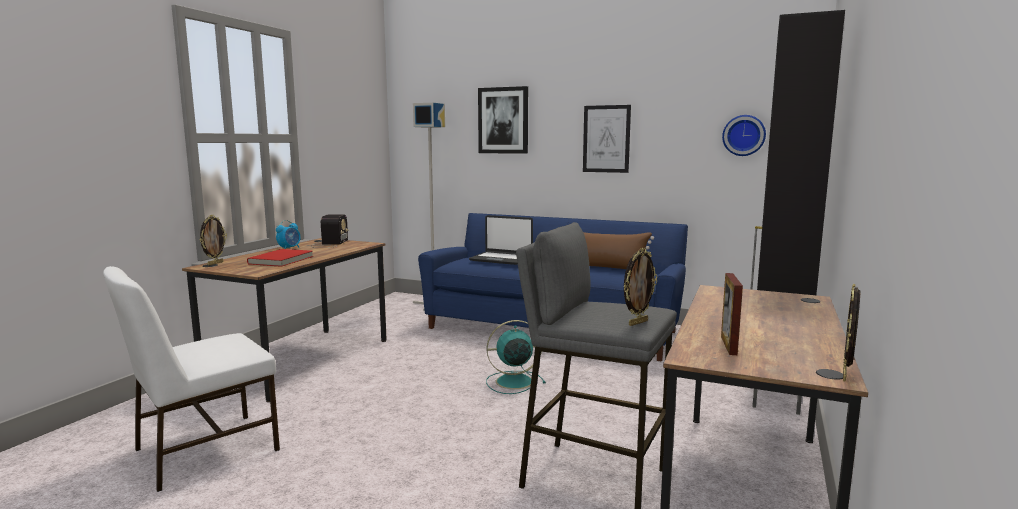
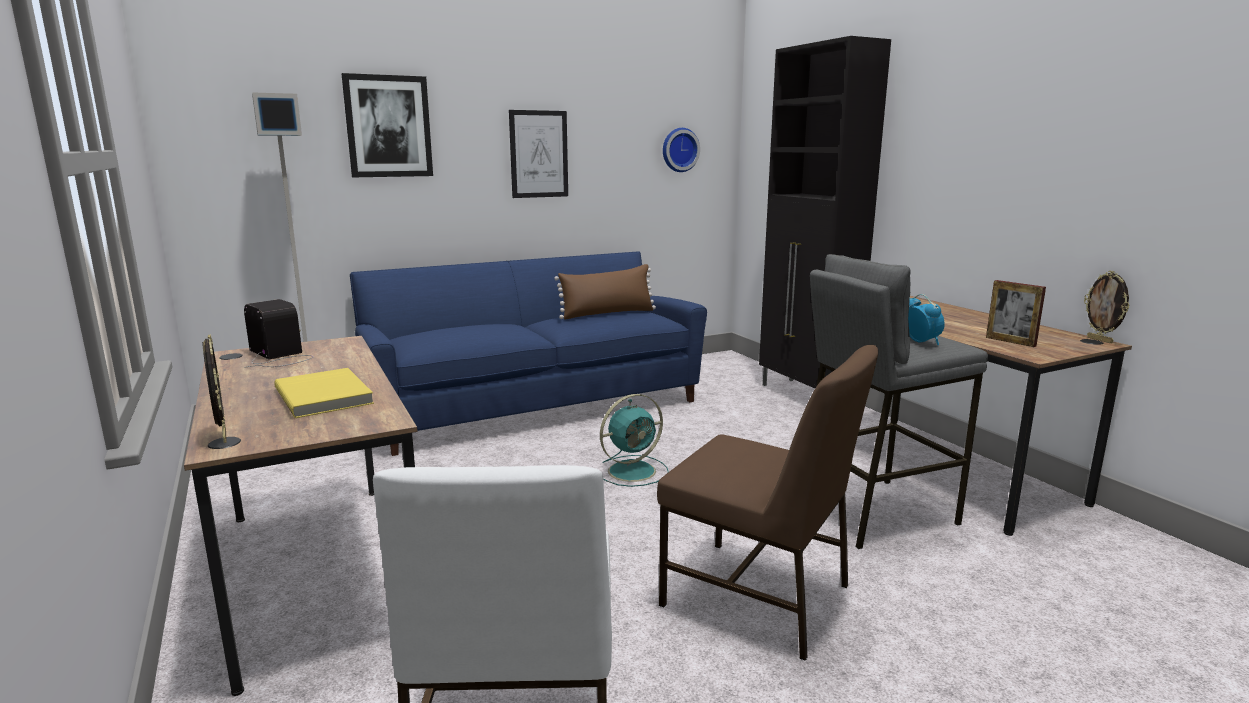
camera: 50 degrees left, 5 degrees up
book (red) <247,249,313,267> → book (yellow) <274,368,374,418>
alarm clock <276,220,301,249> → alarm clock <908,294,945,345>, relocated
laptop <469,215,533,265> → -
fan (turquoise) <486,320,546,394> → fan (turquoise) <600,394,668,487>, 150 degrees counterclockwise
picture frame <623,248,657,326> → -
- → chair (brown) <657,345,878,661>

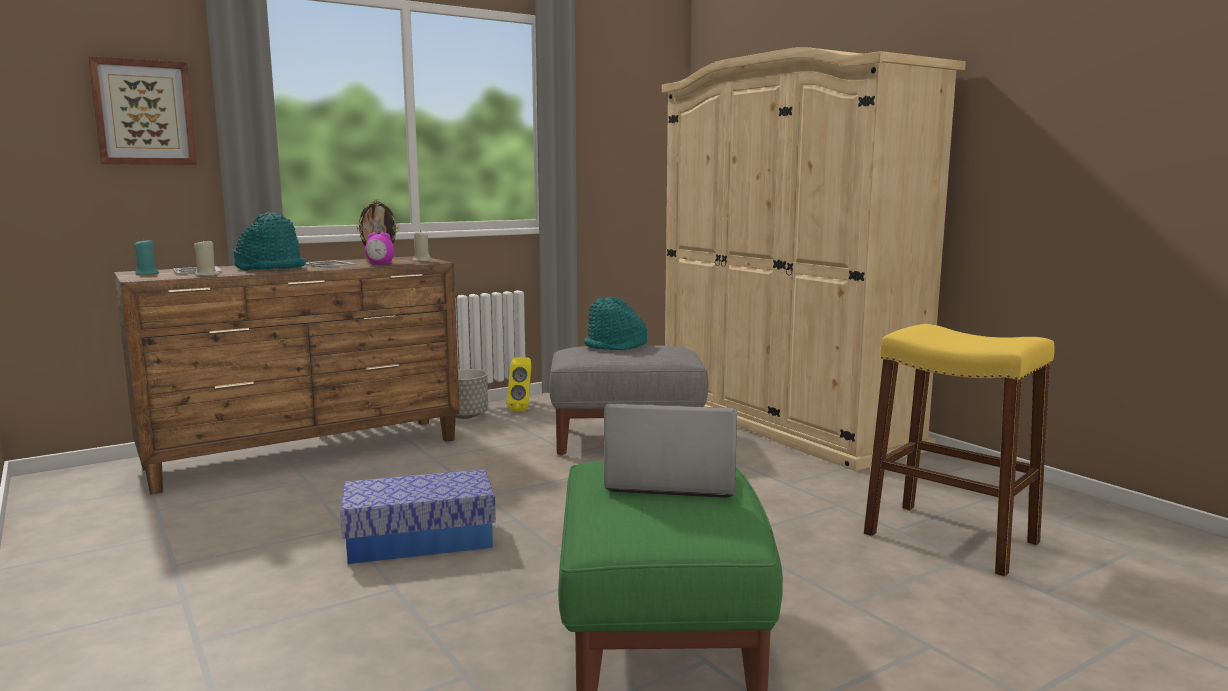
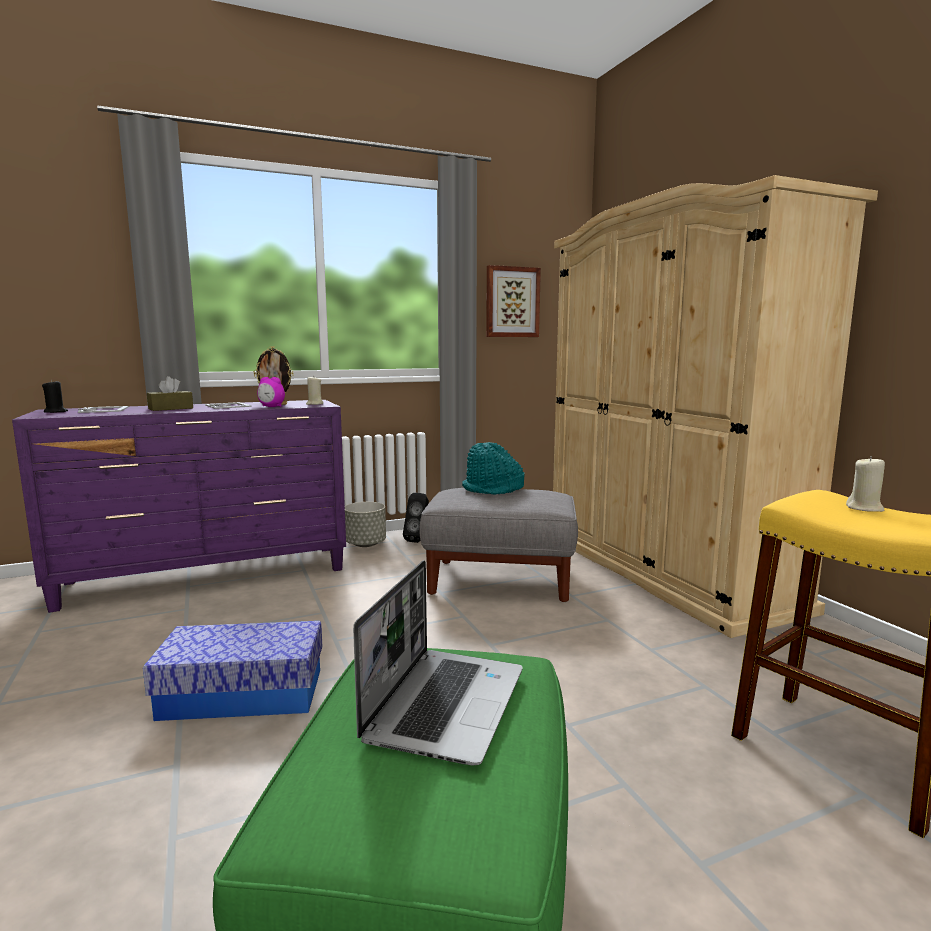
camera: 10 degrees right, 0 degrees up
picture <88,56,197,165> → picture <486,265,541,337>, relocated
dresser (brown) <114,256,460,494> → dresser (purple) <12,400,346,613>
candle (turquoise) <134,238,159,275> → candle (black) <42,380,68,413>
candle (beige) <194,239,220,276> → candle (beige) <846,456,885,512>, relocated
hat (turquoise) <234,212,306,271> → tissue box (brown) <147,376,193,411>
speaker (yellow) <507,357,532,411> → speaker (black) <403,493,429,543>
laptop <604,403,737,498> → laptop <353,560,523,765>, 90 degrees clockwise

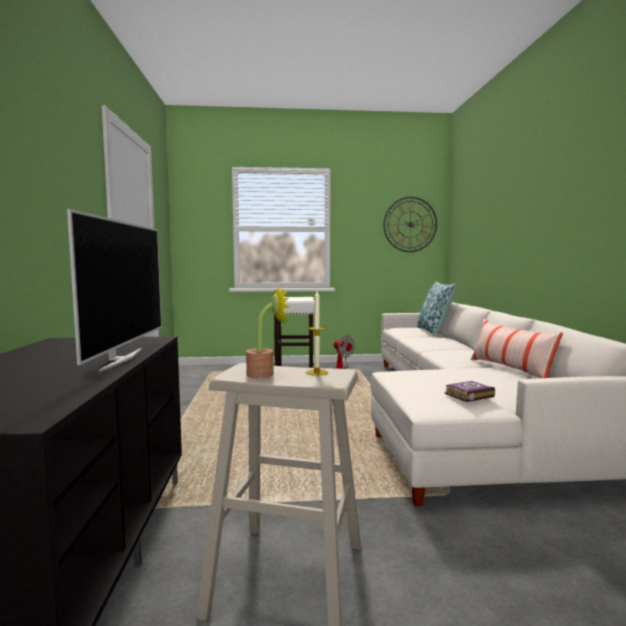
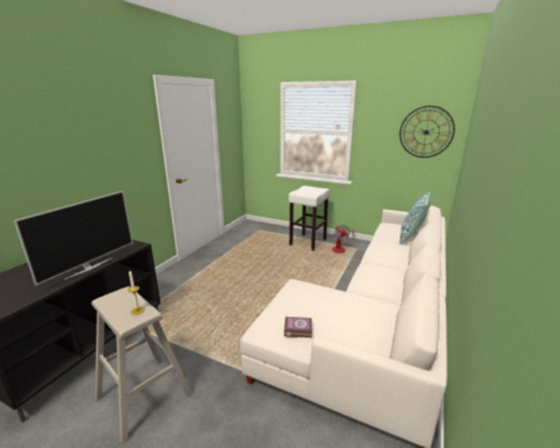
camera: 30 degrees right, 15 degrees up
potted plant <246,286,289,378> → -
pillow <470,319,563,378> → -

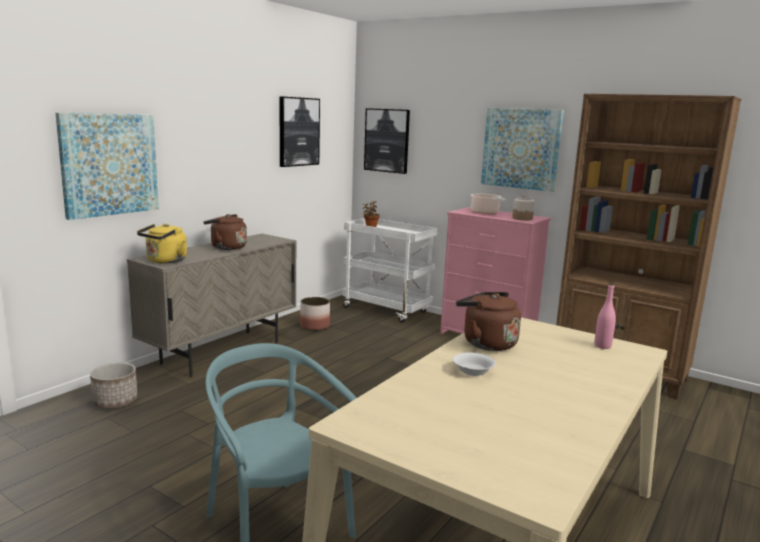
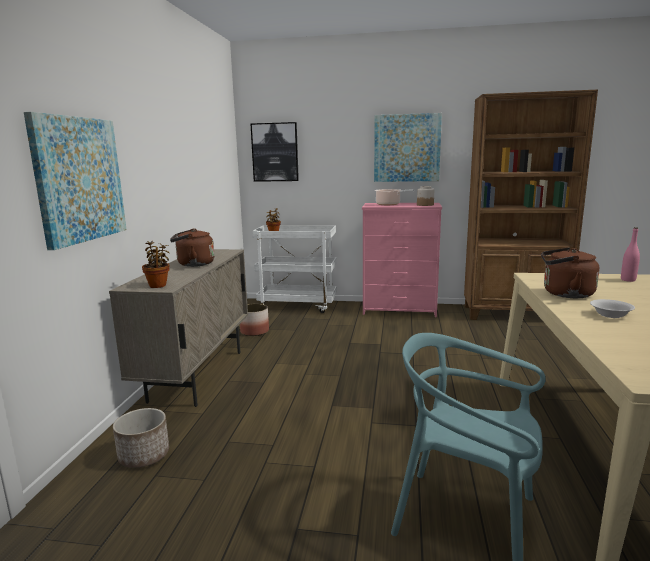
camera: 25 degrees left, 0 degrees up
kettle (yellow) <137,224,187,263> → potted plant <142,241,170,288>
picture <280,96,320,167> → -

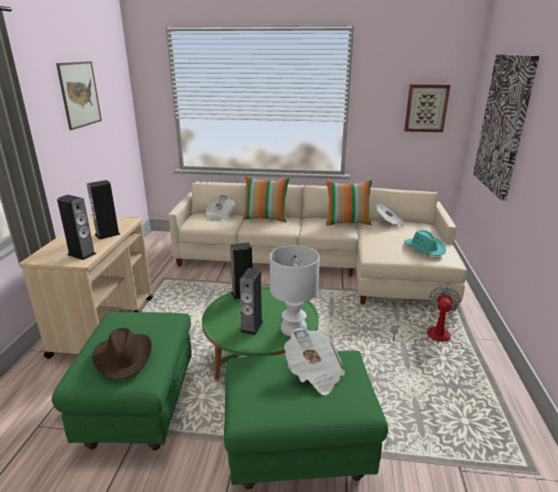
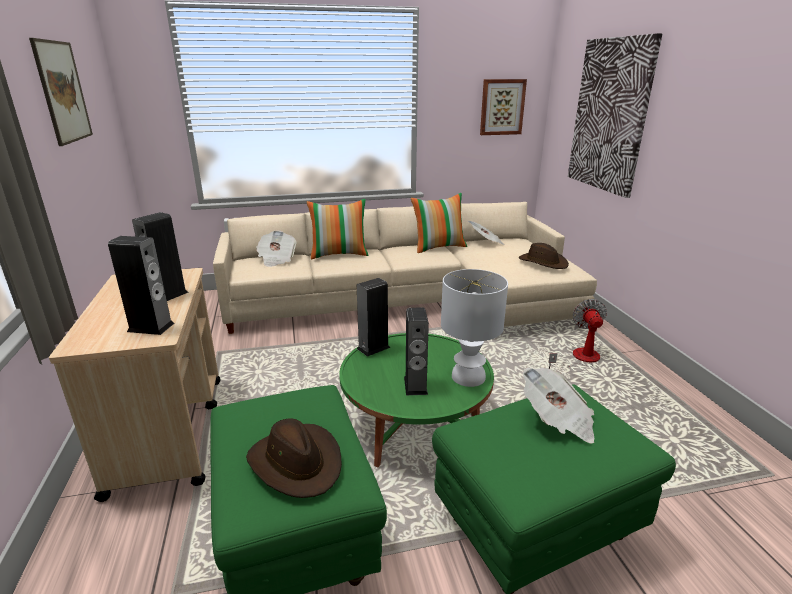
camera: 20 degrees left, 0 degrees up
hat (turquoise) <404,230,446,256> → hat (brown) <519,243,569,269>

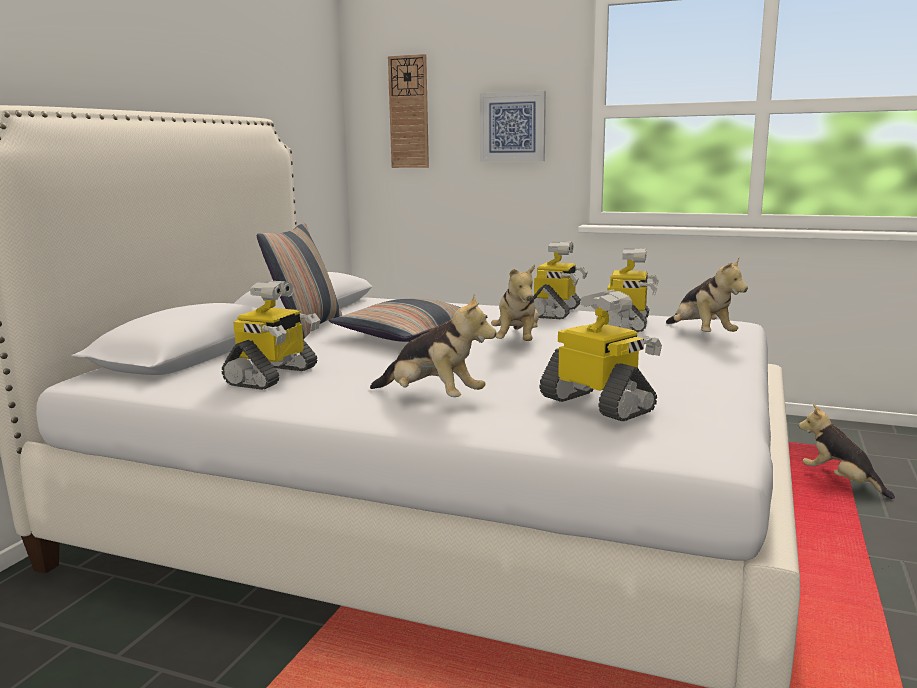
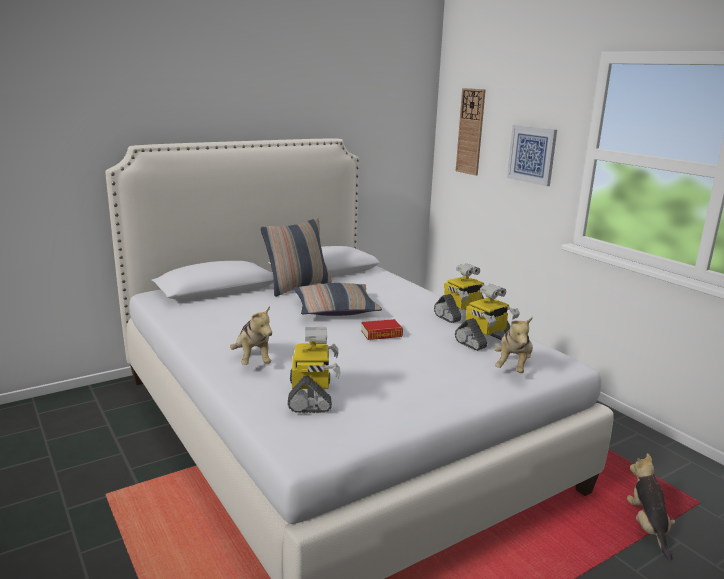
camera: 35 degrees right, 5 degrees up
toy robot <222,281,320,390> → -
plush toy <491,264,539,341> → book <361,319,403,340>

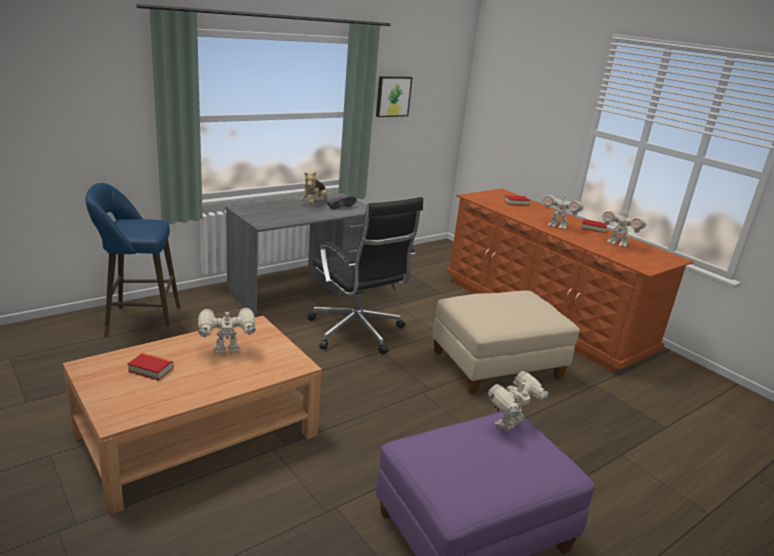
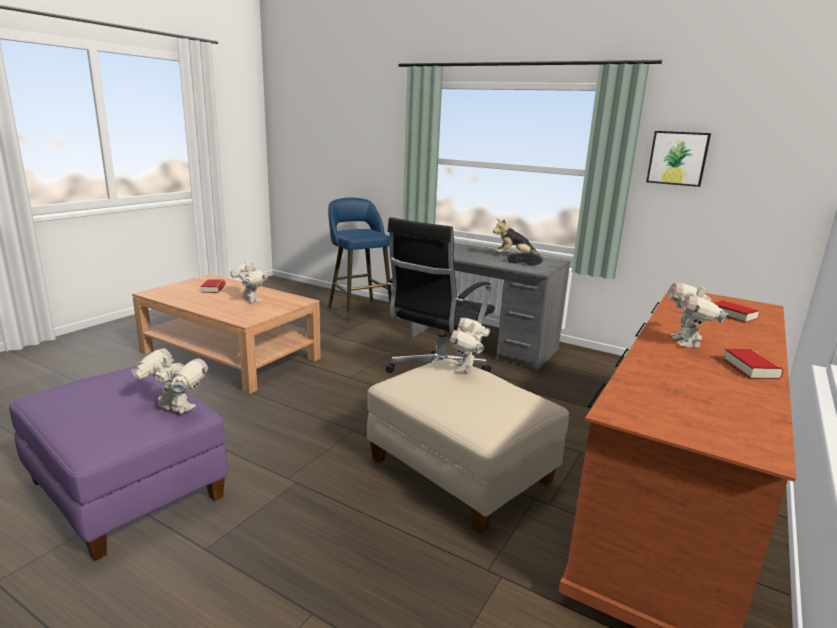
camera: 70 degrees right, 5 degrees down
toy robot <602,208,647,247> → toy robot <449,318,490,373>, relocated

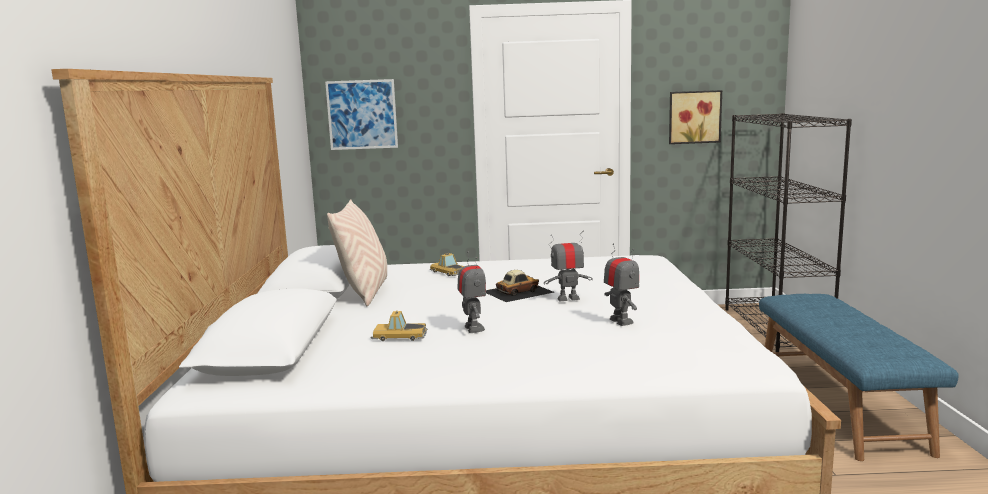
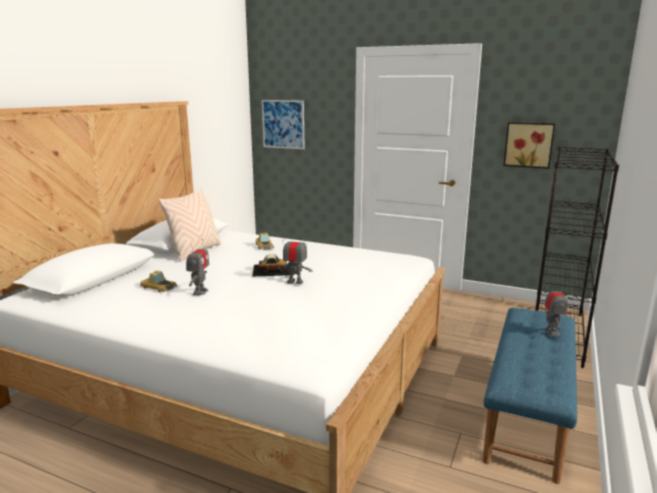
camera: 25 degrees right, 5 degrees up
toy robot <604,243,639,326> → toy robot <544,281,568,336>, relocated

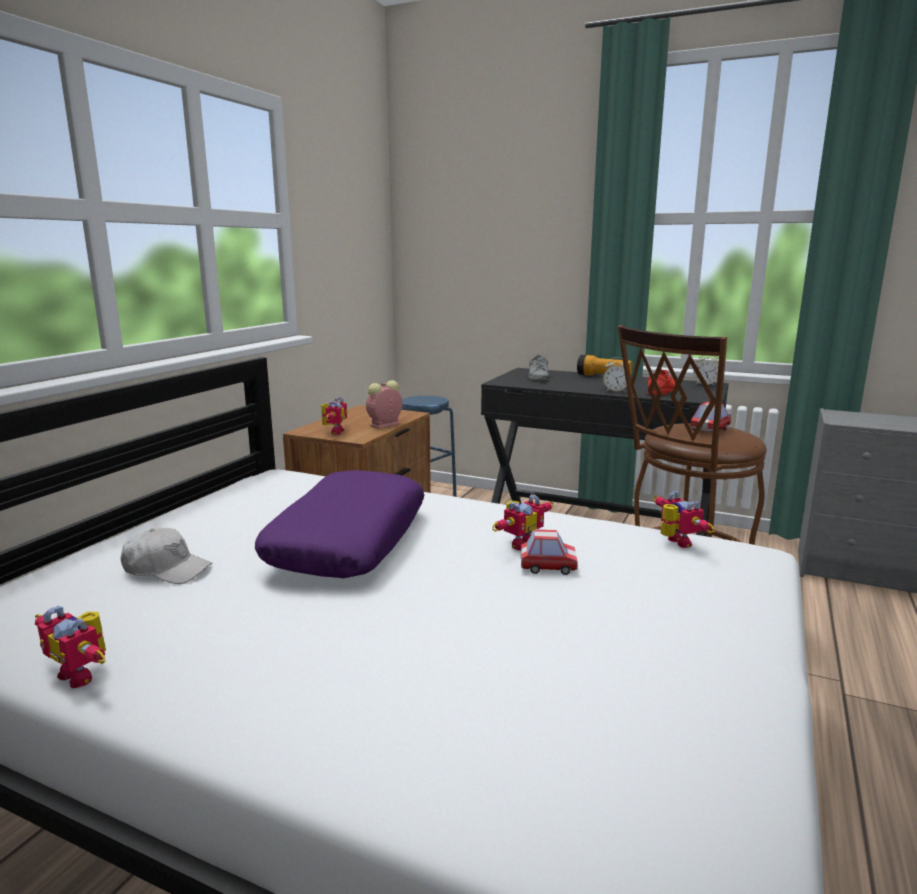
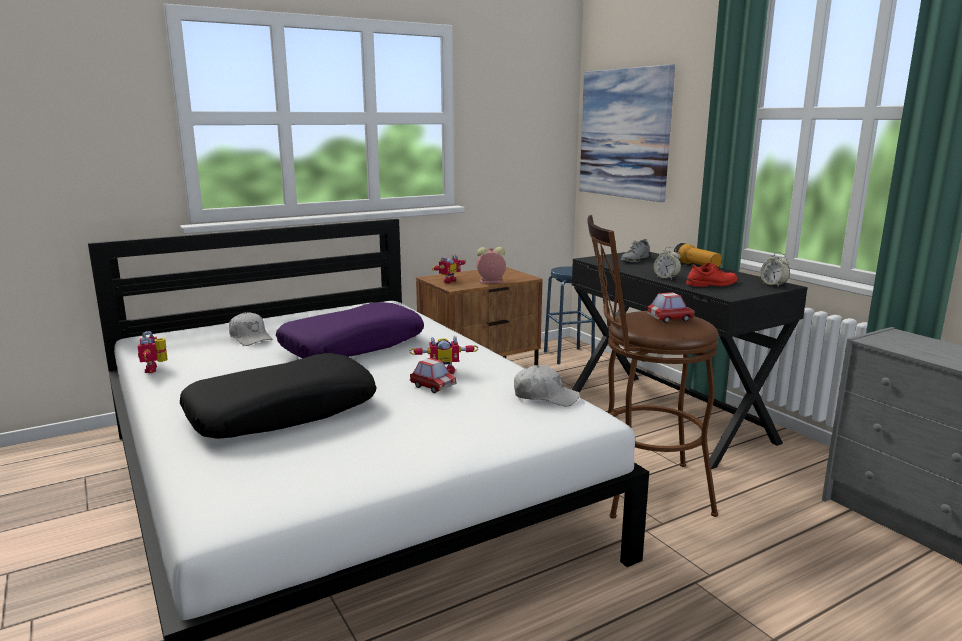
camera: 35 degrees right, 0 degrees up
toy robot <653,491,714,548> → cap (white) <514,365,580,406>
- → pillow (black) <180,353,377,439>
- → picture <579,64,675,202>

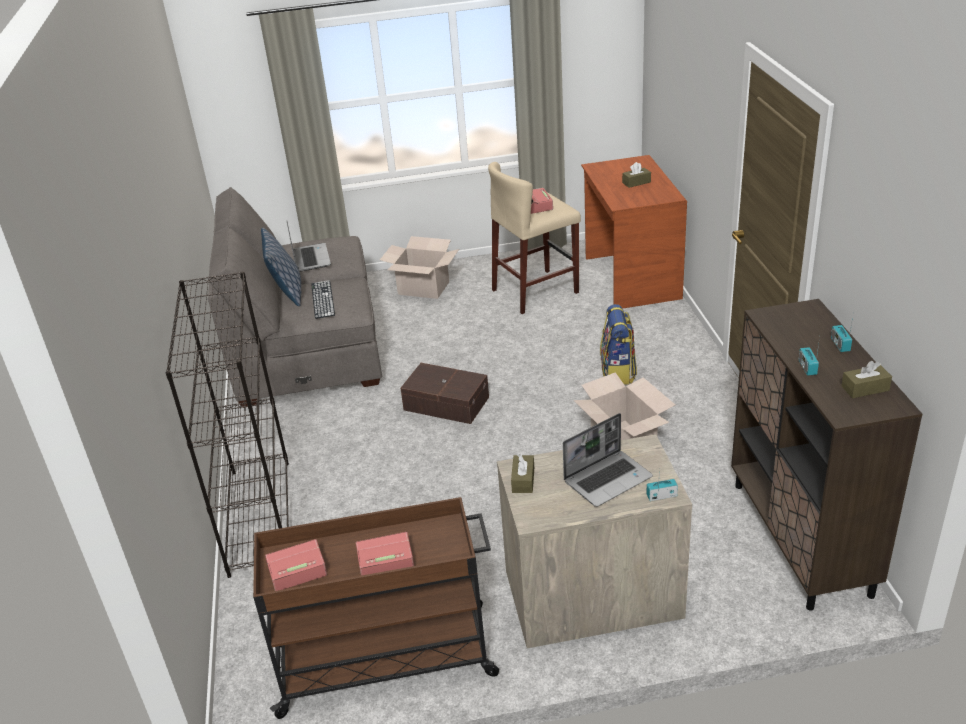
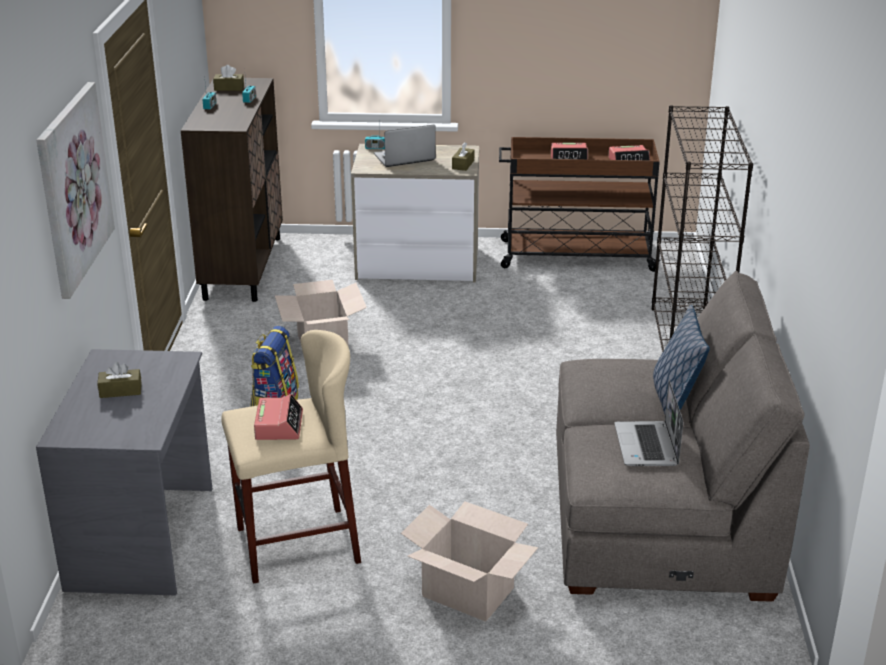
camera: 170 degrees left, 5 degrees down
keyboard <311,280,335,319> → -
storage box (brown) <400,363,489,424> → -
desk (brown) <581,155,687,309> → desk (grey) <36,349,212,596>
- → picture <36,82,115,299>

